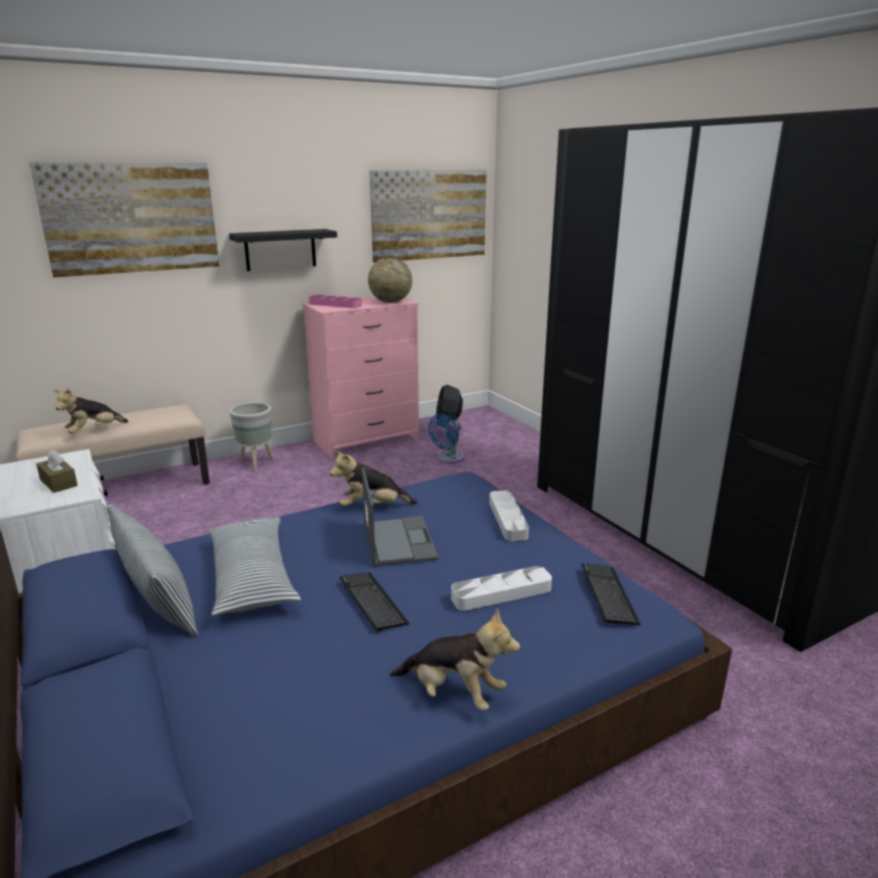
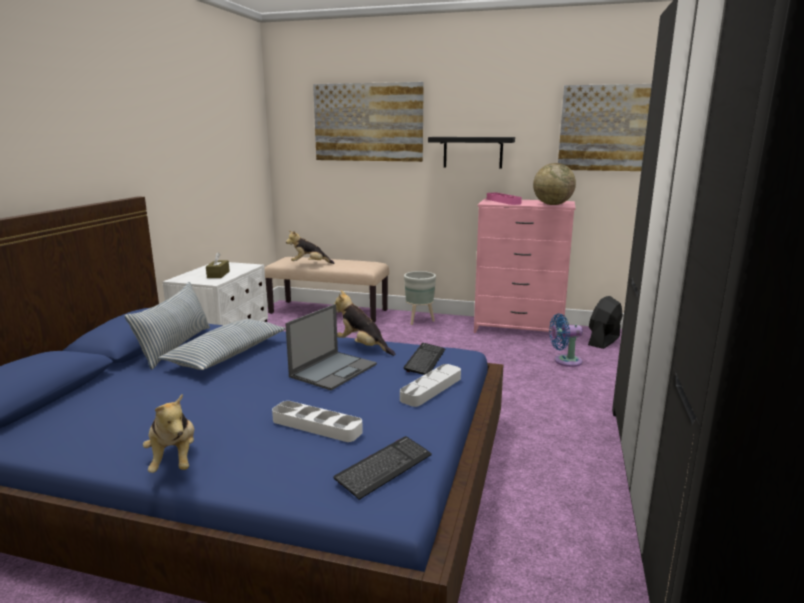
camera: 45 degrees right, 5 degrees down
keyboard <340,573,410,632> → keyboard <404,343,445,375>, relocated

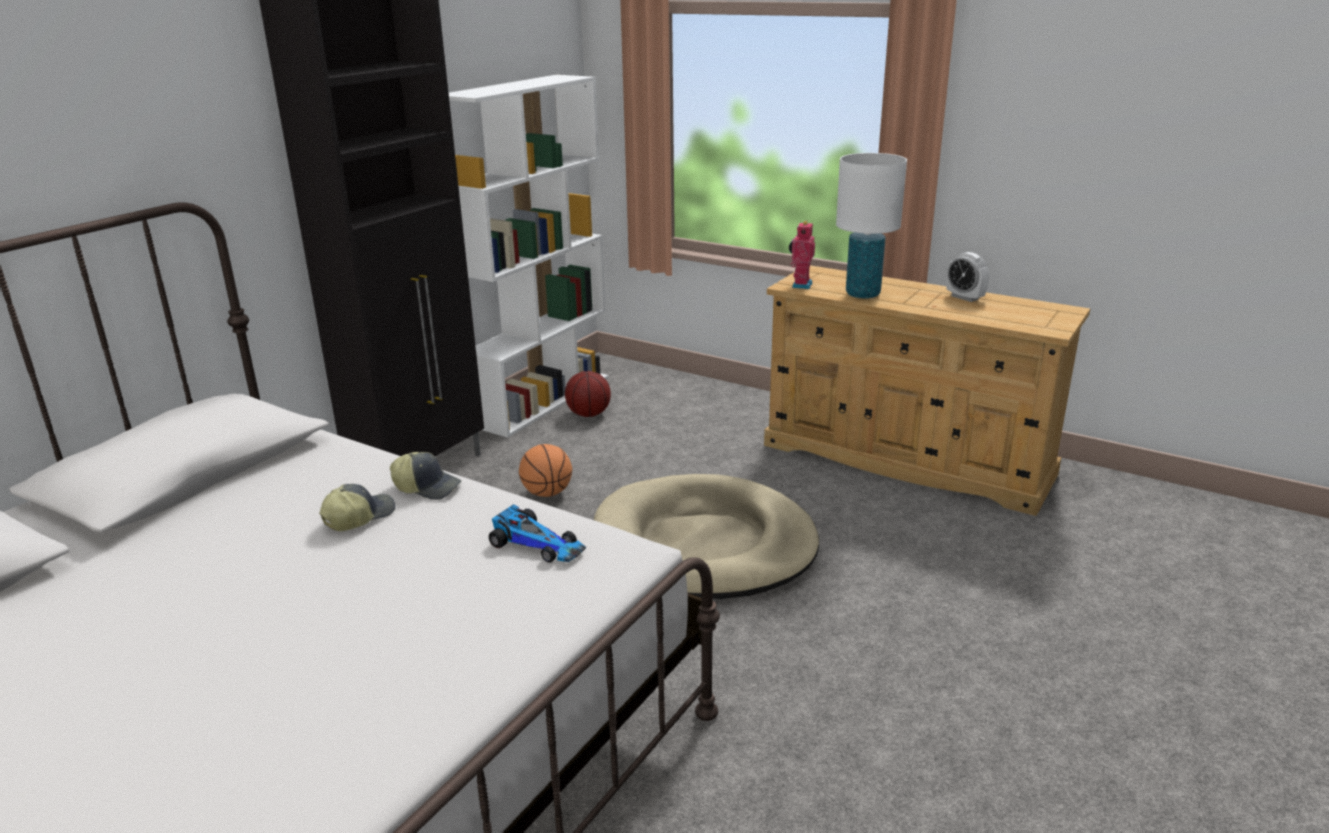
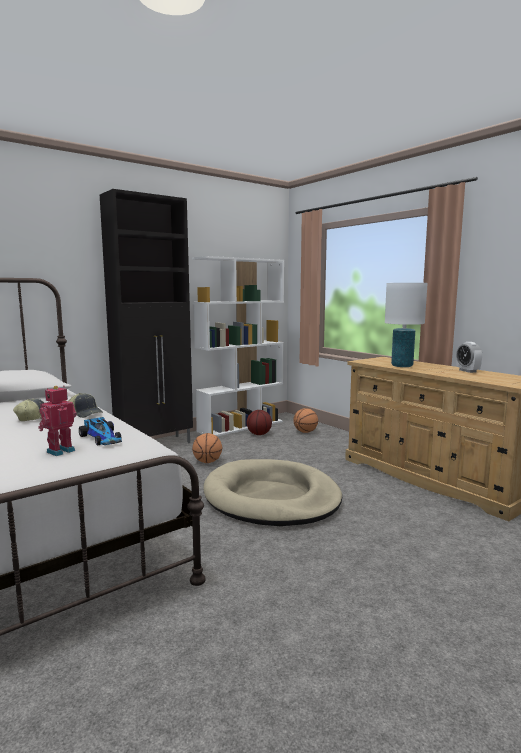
camera: 20 degrees right, 15 degrees down
toy robot <789,220,815,289> → toy robot <38,385,77,456>, relocated
- → basketball <293,408,318,433>

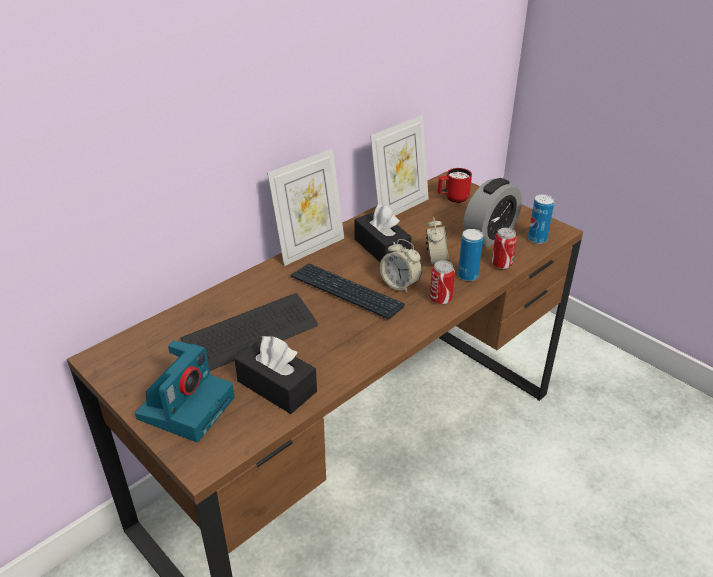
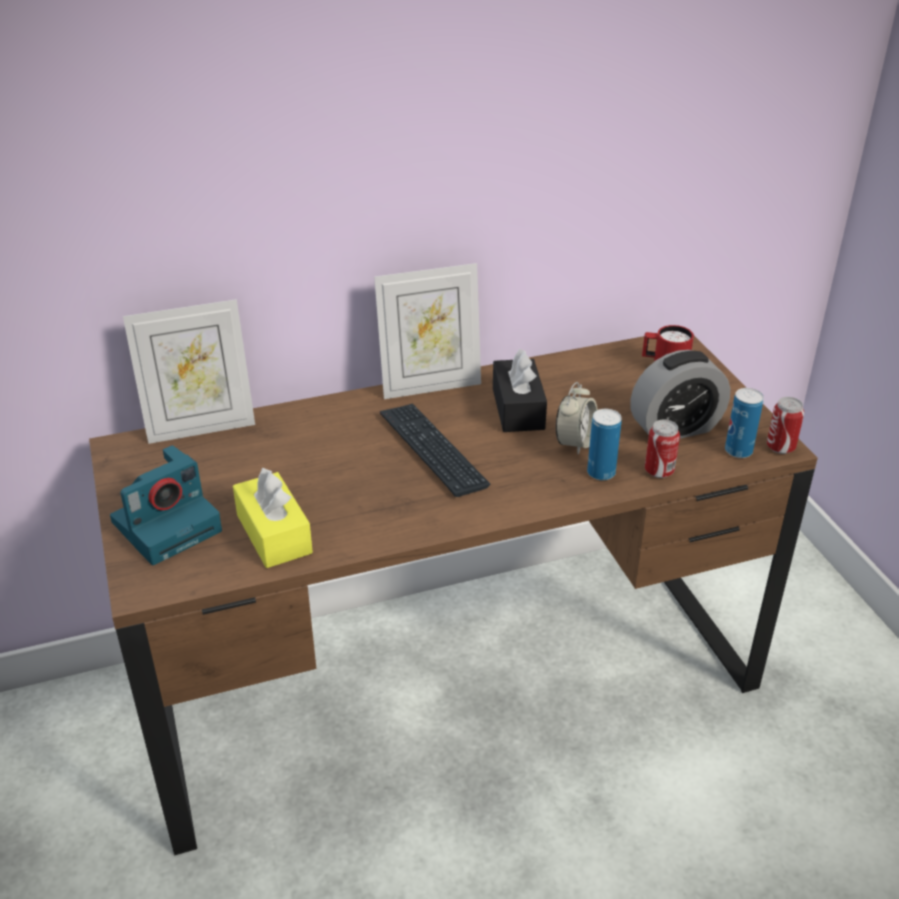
camera: 25 degrees right, 0 degrees up
keyboard <181,293,318,371> → -
tissue box (black) <234,336,317,414> → tissue box (yellow) <233,468,313,568>
picture frame <370,115,429,216> → picture frame <123,299,255,444>, relocated
alarm clock <380,239,422,293> → -
can <430,260,455,305> → can <767,397,804,454>, relocated

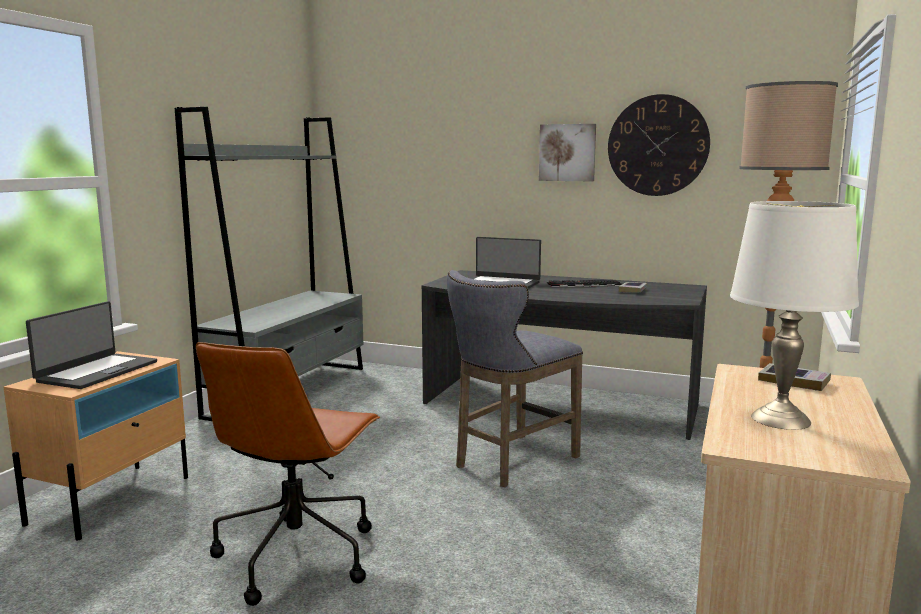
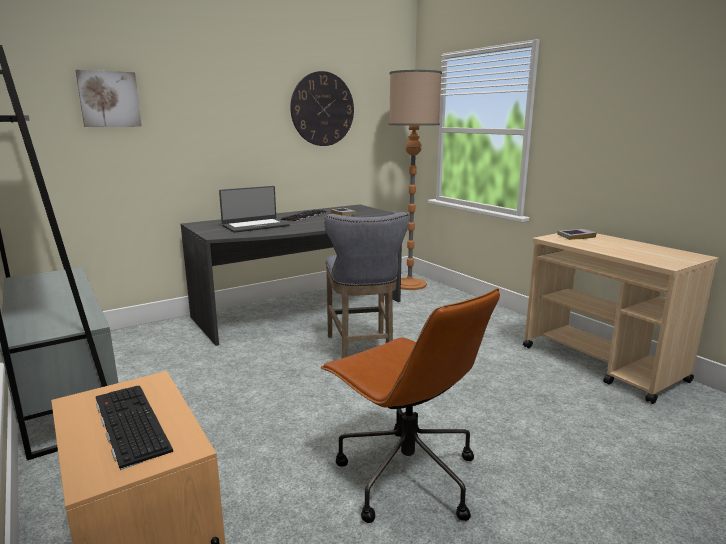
camera: 55 degrees left, 5 degrees up
laptop <26,301,157,389> → keyboard <96,386,173,470>
picture <539,124,596,182> → picture <76,70,142,127>, relocated
table lamp (white) <730,201,859,430> → -

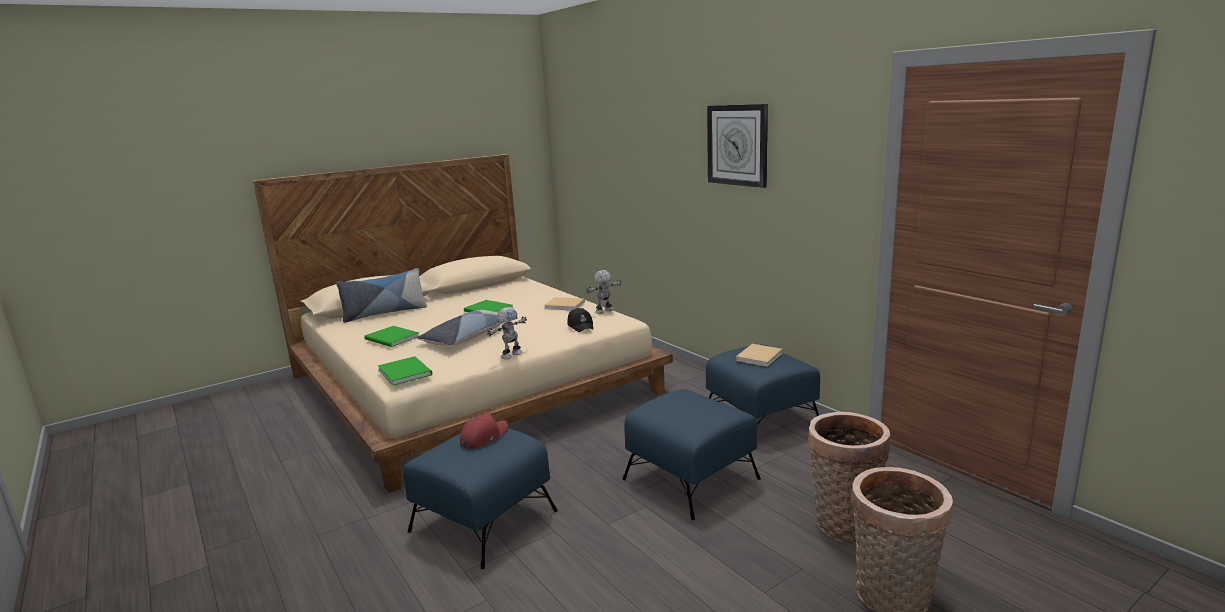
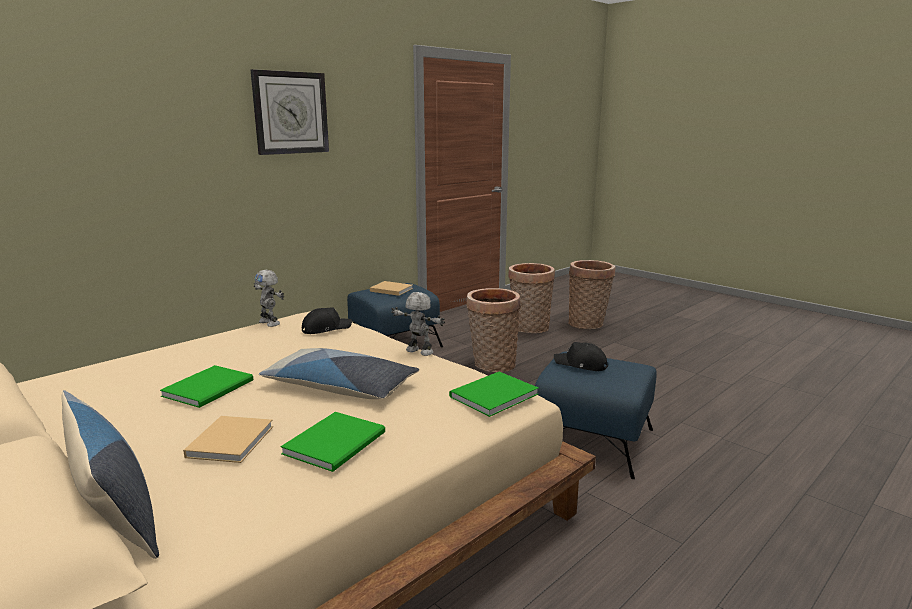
camera: 100 degrees left, 0 degrees up
cap (red) <460,413,508,449> → cap (black) <554,342,608,371>
book (beige) <544,297,585,310> → book (beige) <183,416,273,463>, relocated
ottoman (blue) <622,389,761,520> → basket <466,288,521,372>

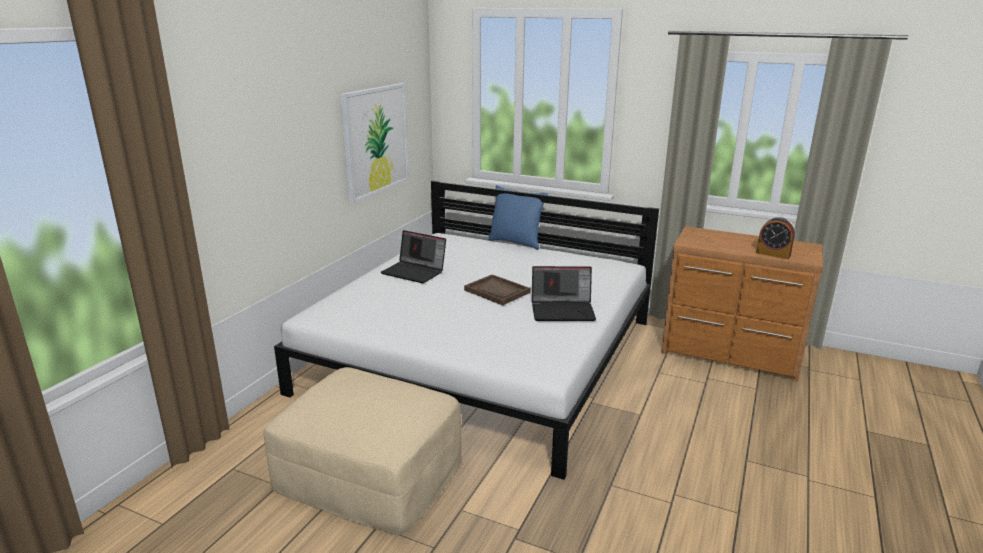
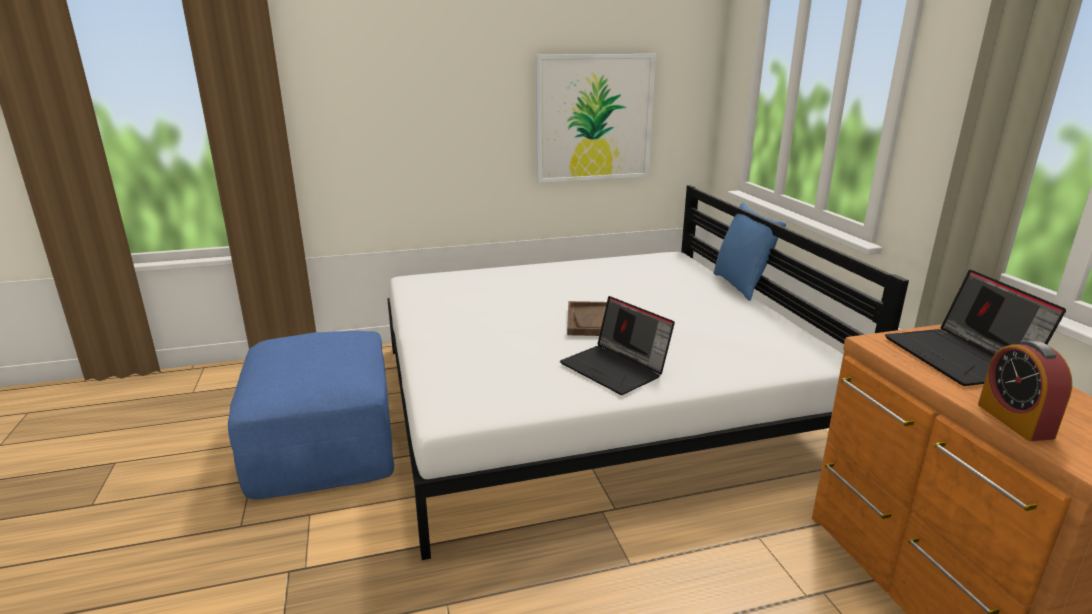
camera: 50 degrees right, 0 degrees up
ottoman (beige) <263,367,462,535> → ottoman (blue) <228,331,394,499>
laptop <380,230,446,283> → laptop <885,270,1066,386>, relocated

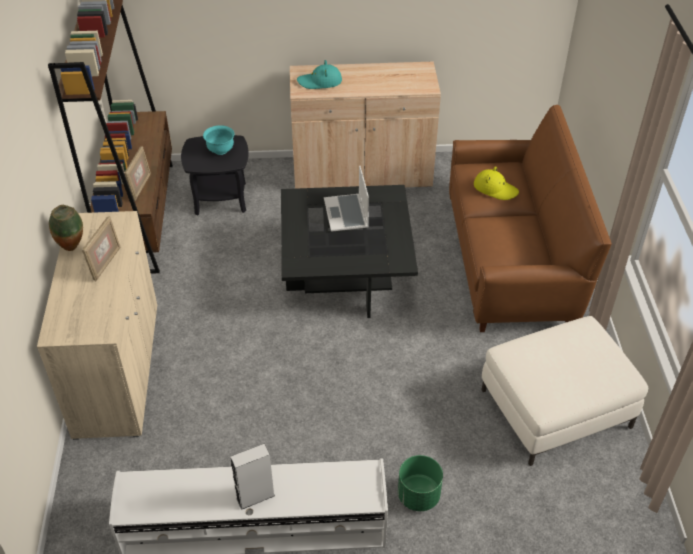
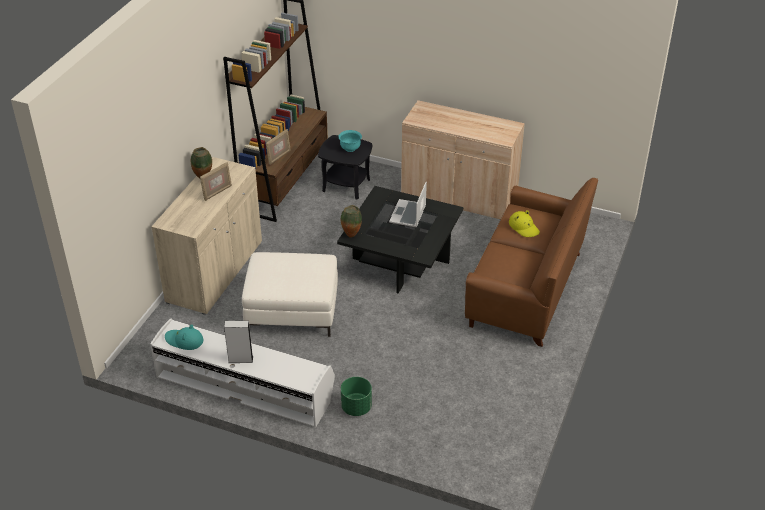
camera: 25 degrees right, 5 degrees down
hat (turquoise) <297,60,342,89> → hat (turquoise) <165,324,203,350>, relocated
ottoman (white) <482,316,648,466> → ottoman (white) <242,252,338,337>, relocated
- → vase <341,205,362,238>

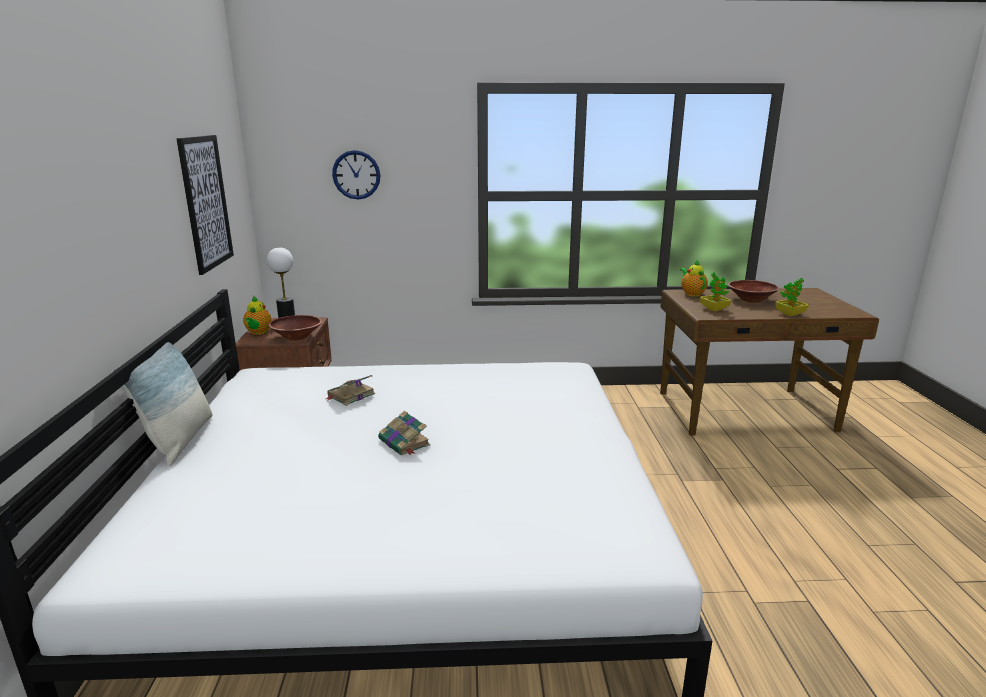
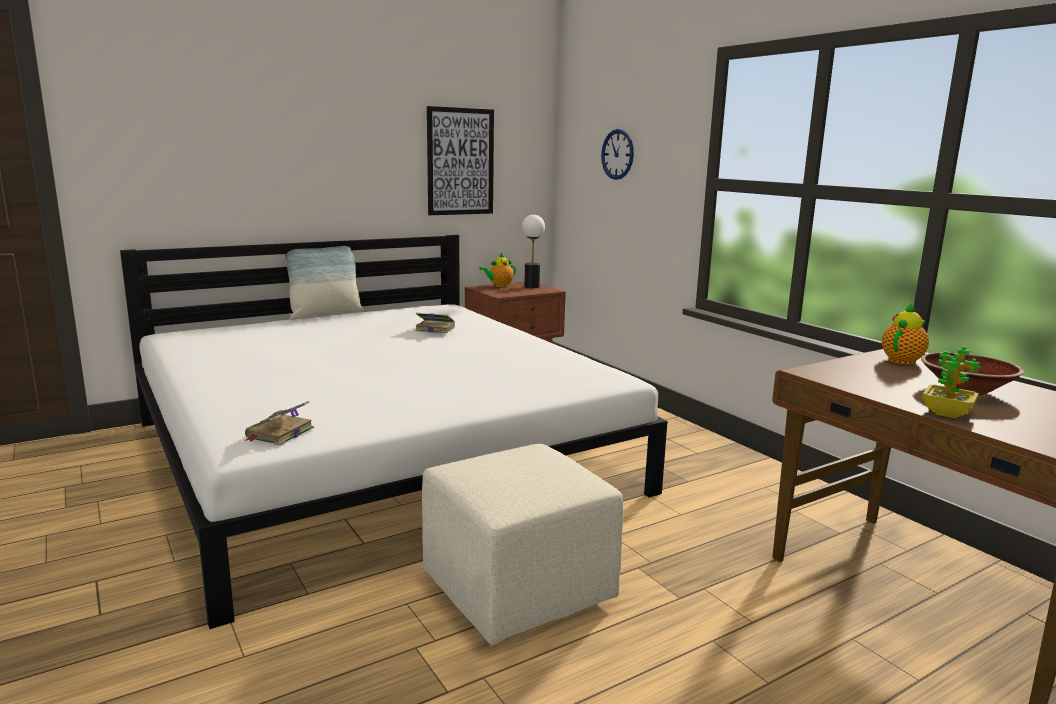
camera: 60 degrees right, 5 degrees down
bowl (brown) <268,315,322,341> → -
book <378,411,430,456> → book <244,401,314,446>, relocated
potted plant <700,272,731,311> → -
- → ottoman (beige) <422,444,624,645>

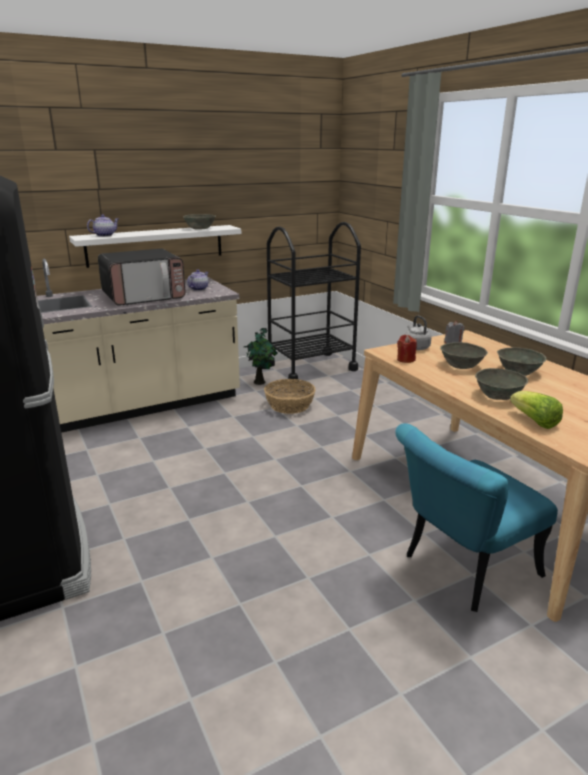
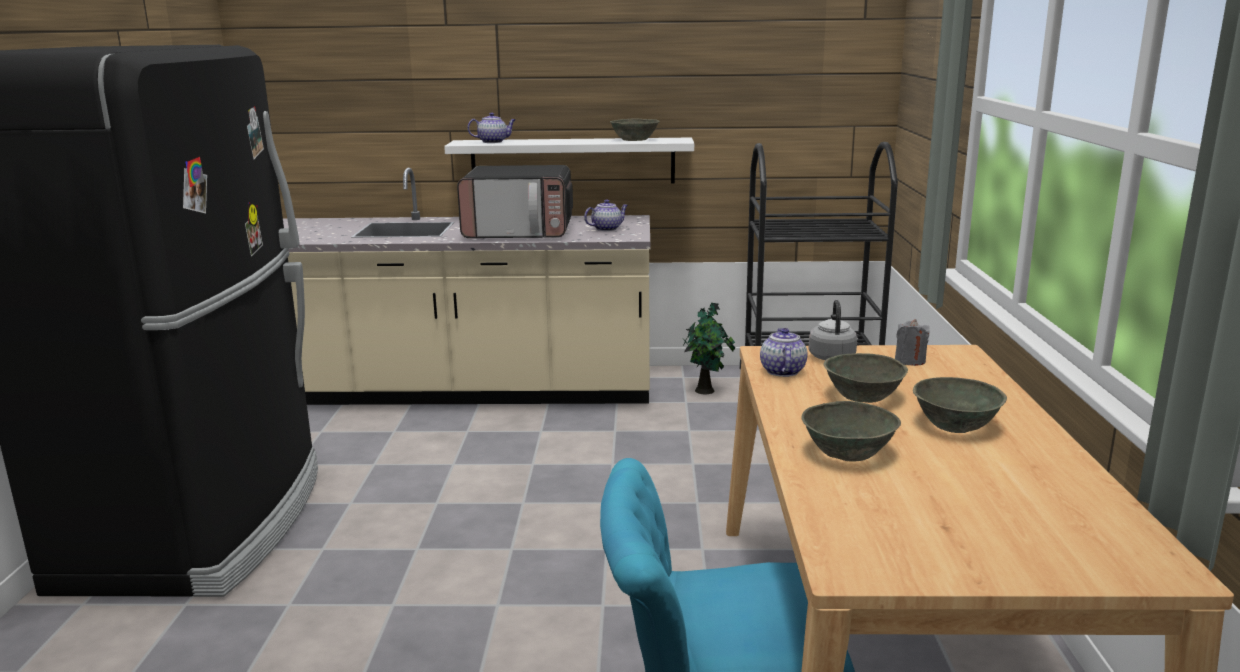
camera: 30 degrees right, 5 degrees down
basket <264,379,316,414> → -
candle (red) <397,335,417,363> → teapot <760,328,807,377>
lettuce <510,391,563,429> → -

